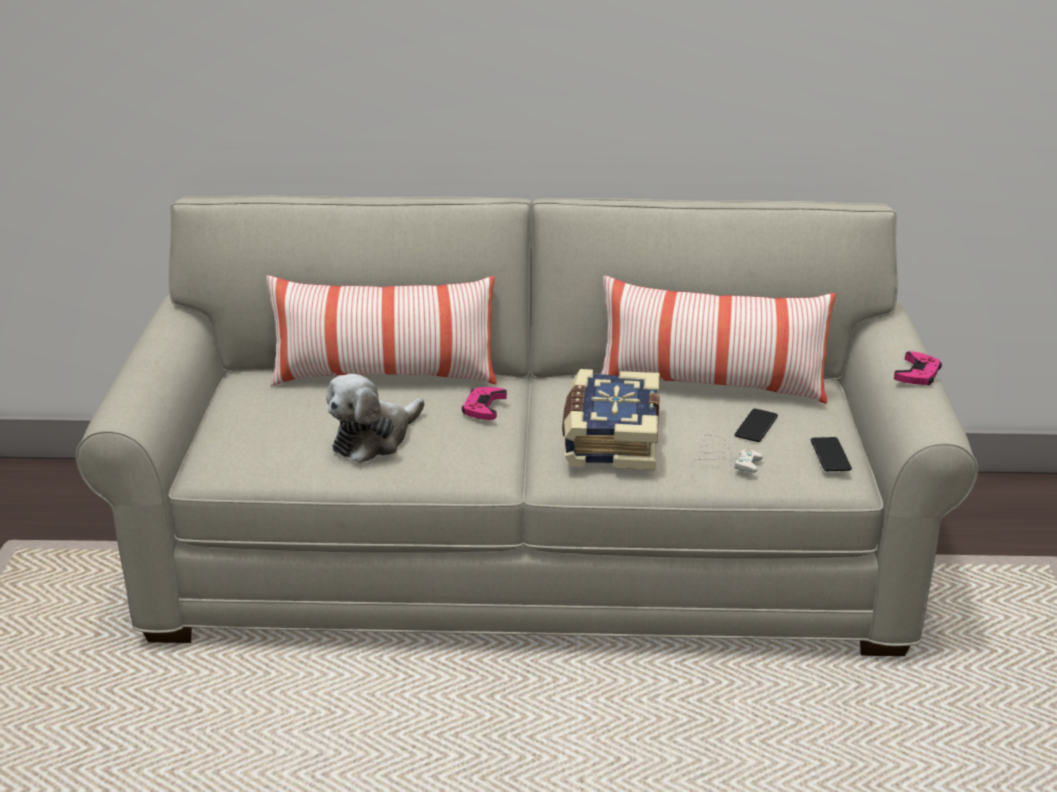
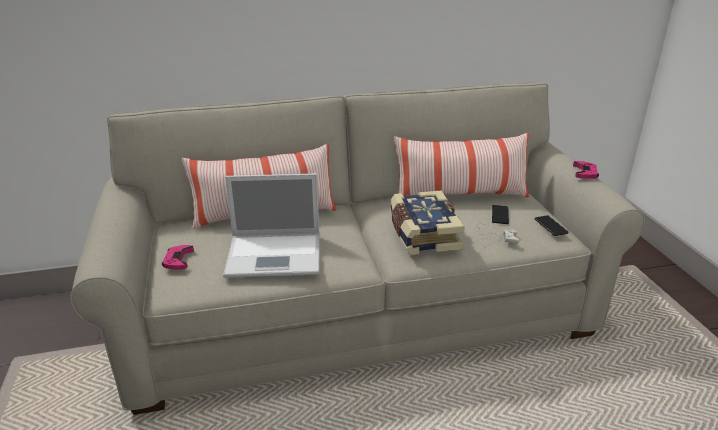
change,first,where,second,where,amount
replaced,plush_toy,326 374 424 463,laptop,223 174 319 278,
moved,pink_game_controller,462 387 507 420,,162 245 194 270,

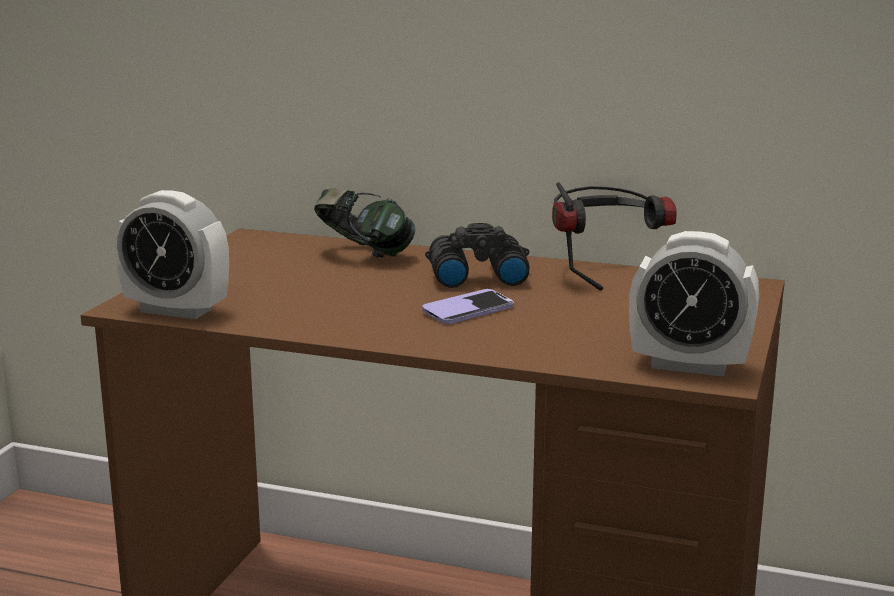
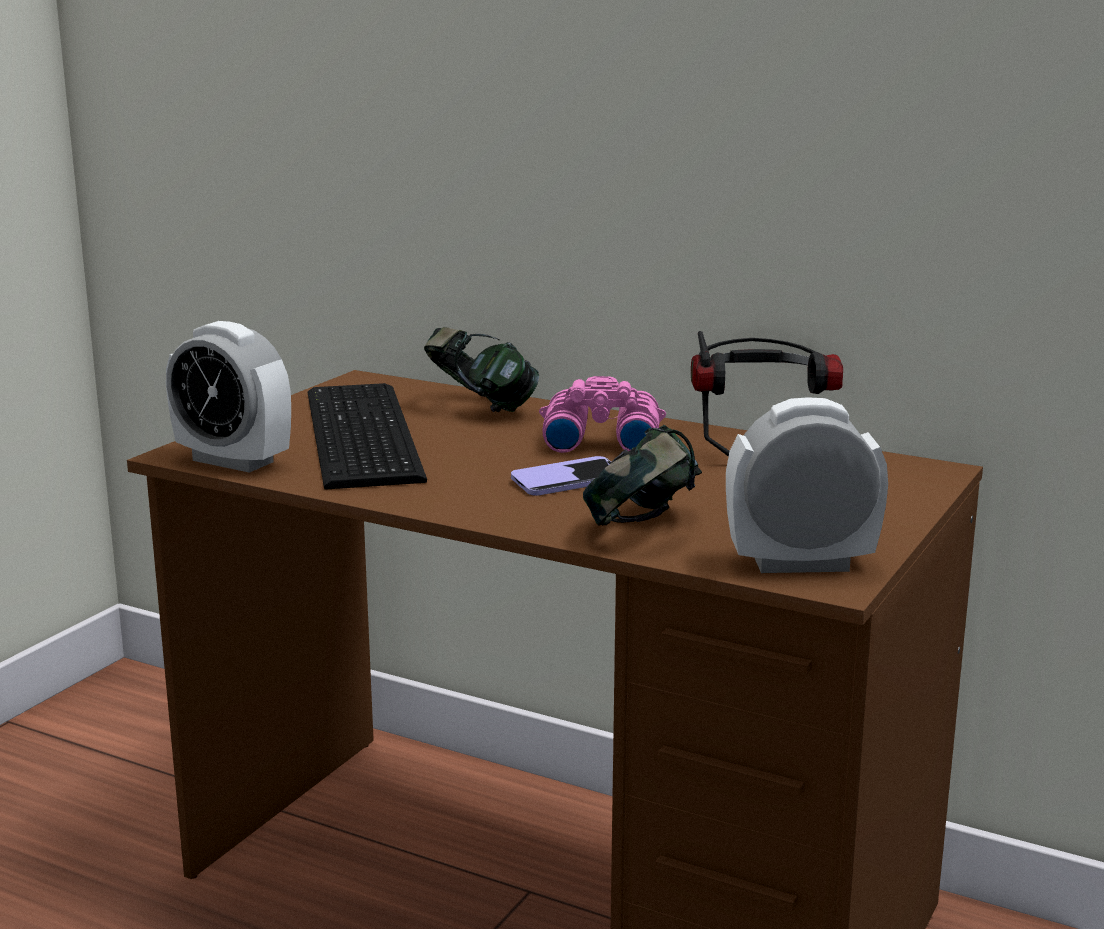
change,first,where,second,where,amount
recoloured,black_binoculars,425 223 529 288,pink_binoculars,539 376 666 453,
turned,alarm_clock,629 231 759 376,,726 397 888 573,150 degrees clockwise
added,,,keyboard,307 383 427 490,
added,,,headphones,583 425 702 526,

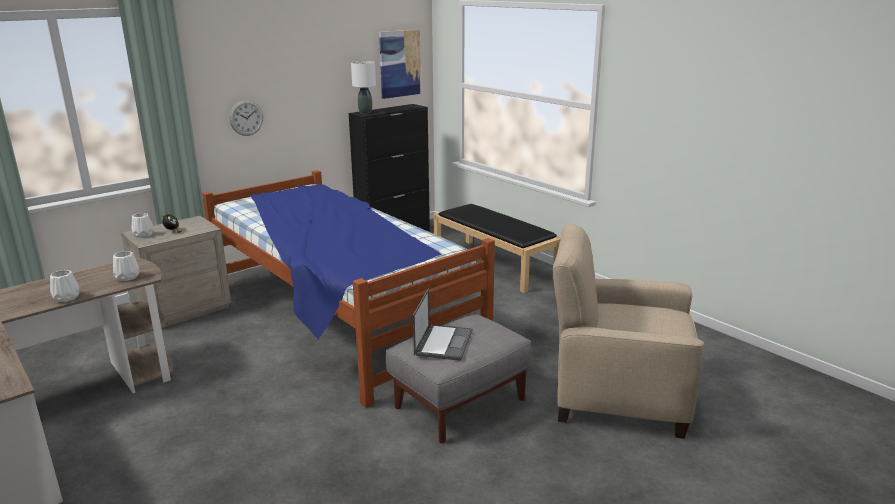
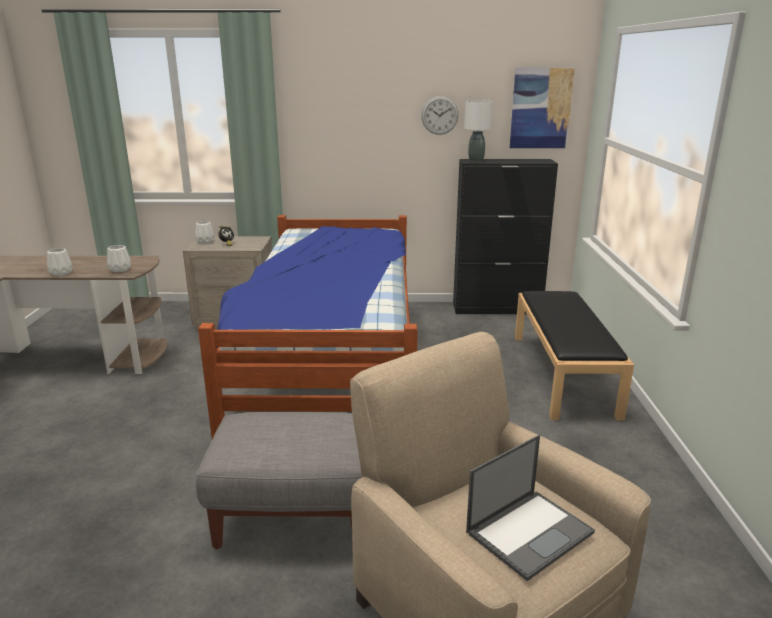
change,first,where,second,where,amount
moved,wall_clock,230 100 263 136,,421 96 459 135,
moved,laptop,413 289 472 361,,466 435 595 581,

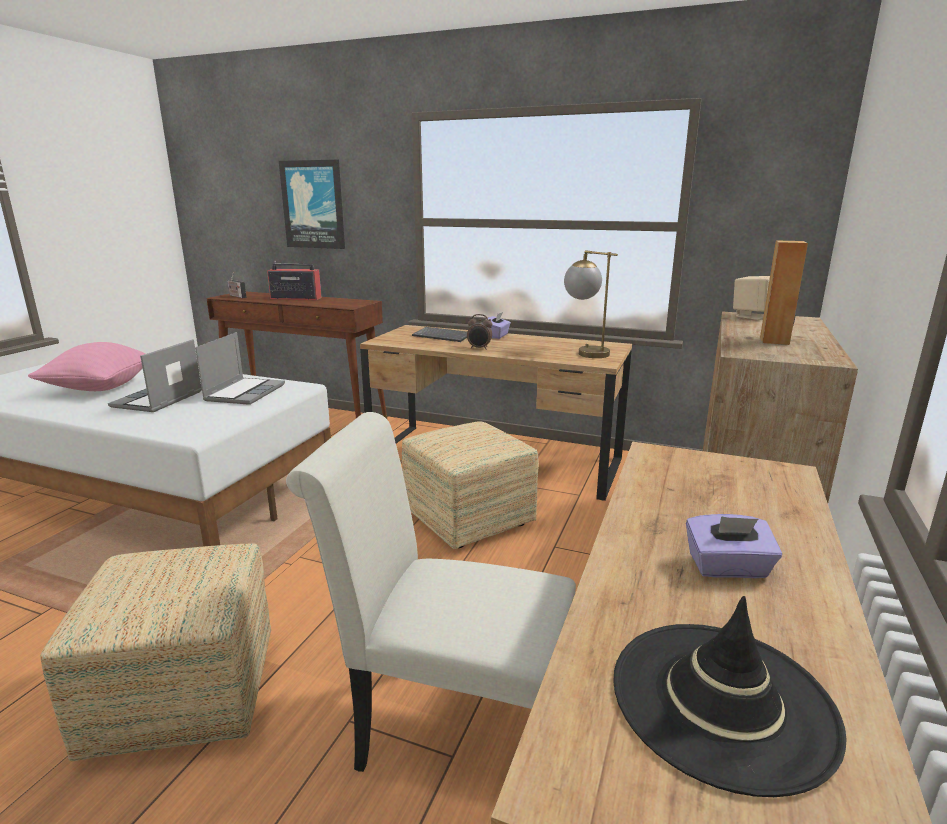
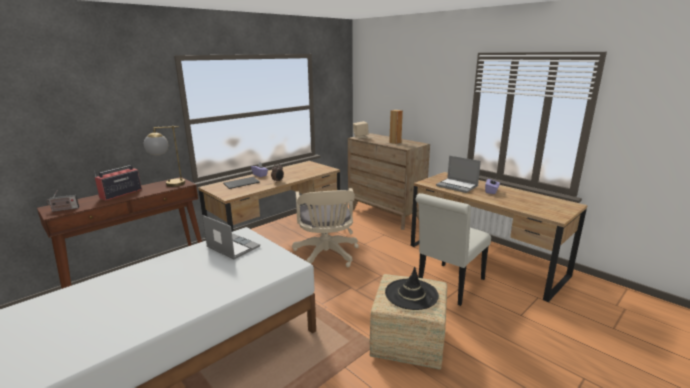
change,first,where,second,where,amount
removed,pink_pillow,28 342 146 391,,,
moved,laptop,108 339 202 412,,436 156 481 193,
removed,picture,279 160 345 249,,,
replaced,ottoman,402 421 539 549,beige_office_chair,292 188 359 267,
moved,table_lamp,564 250 618 358,,144 126 185 187,
moved,black_hat,613 596 847 797,,385 267 439 310,

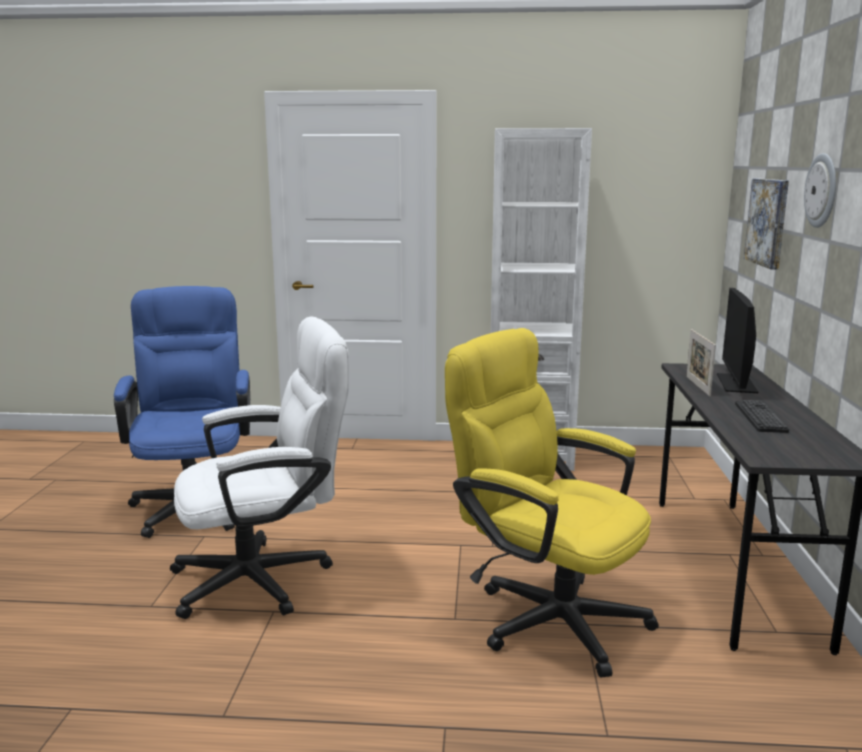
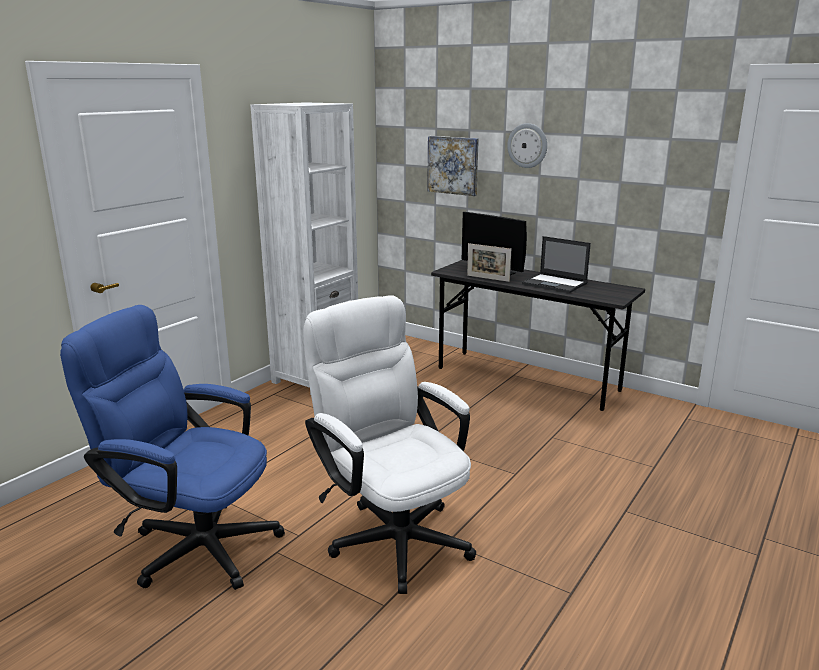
change,first,where,second,where,amount
turned,white_office_chair,170 316 349 619,,303 295 476 594,45 degrees counterclockwise
removed,yellow_office_chair,445 328 659 677,,,
replaced,keyboard,735 400 789 433,laptop,522 236 591 293,

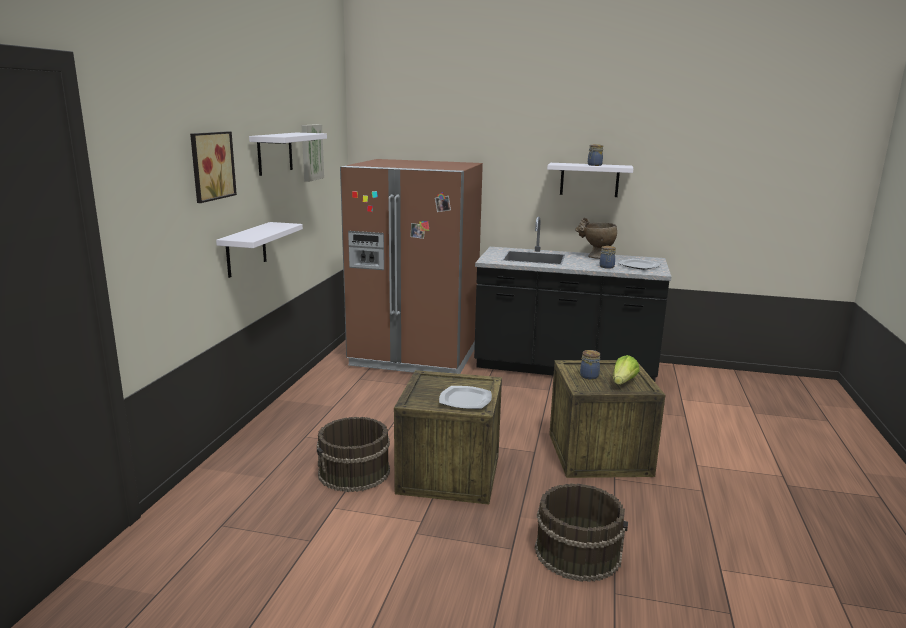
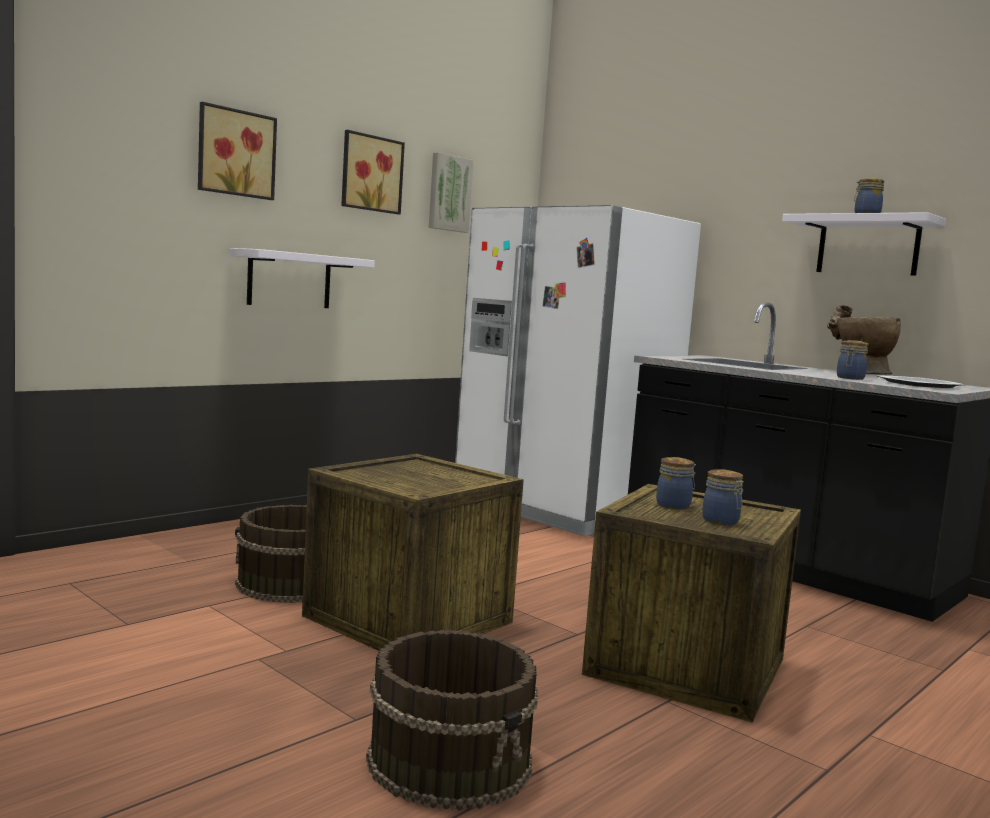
change,first,where,second,where,amount
replaced,white_shelf,249 133 327 176,picture,341 130 405 214,
recoloured,brown_fridge,340 159 483 374,white_fridge,455 205 701 536,
removed,plate,439 386 492 409,,,
replaced,lettuce,613 355 640 385,jar,702 469 744 525,

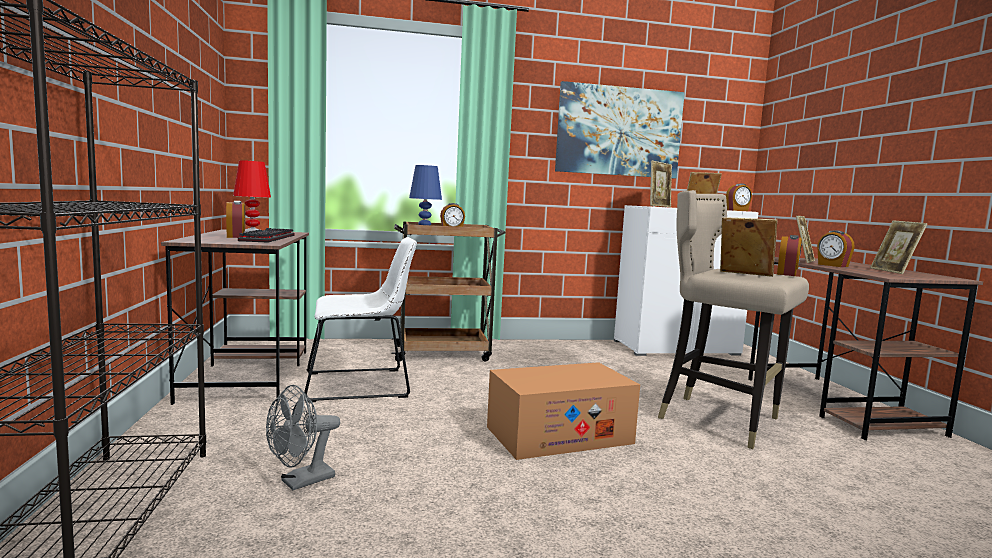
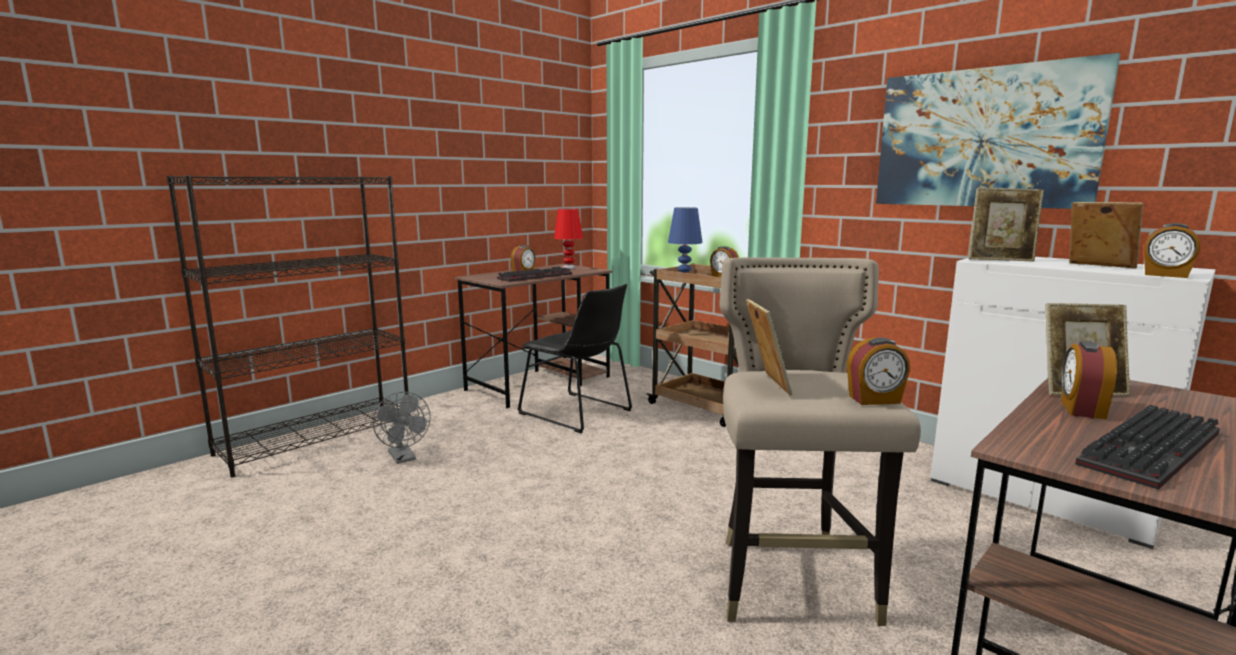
change,first,where,second,where,amount
turned,grey_fan,266 385 340 491,,373 391 430 464,135 degrees counterclockwise
recoloured,white_chair,304 237 417 403,black_chair,518 284 632 433,
removed,cardboard_box,487 362 640 460,,,
replaced,picture_frame,870 221 927 274,keyboard,1075 405 1220 490,

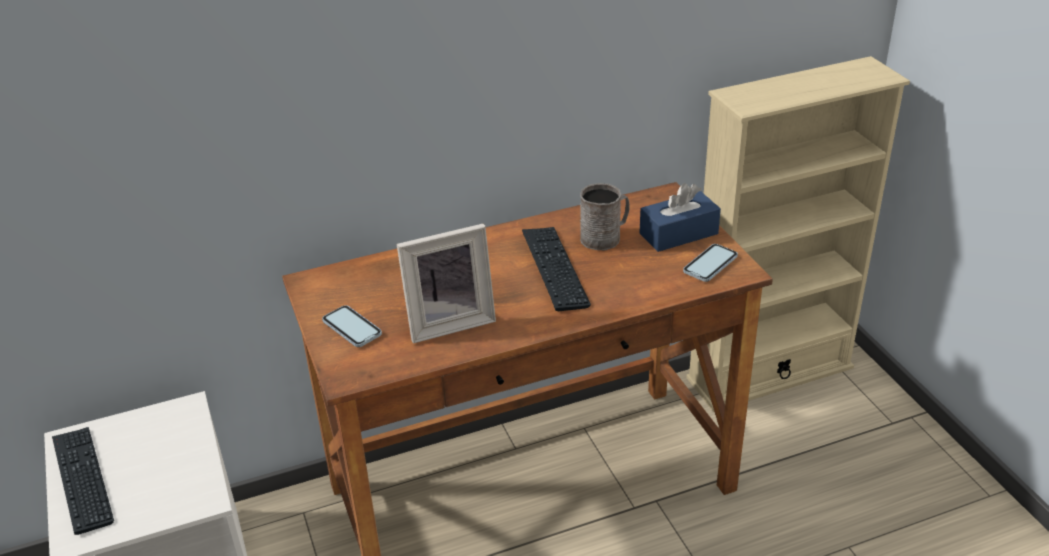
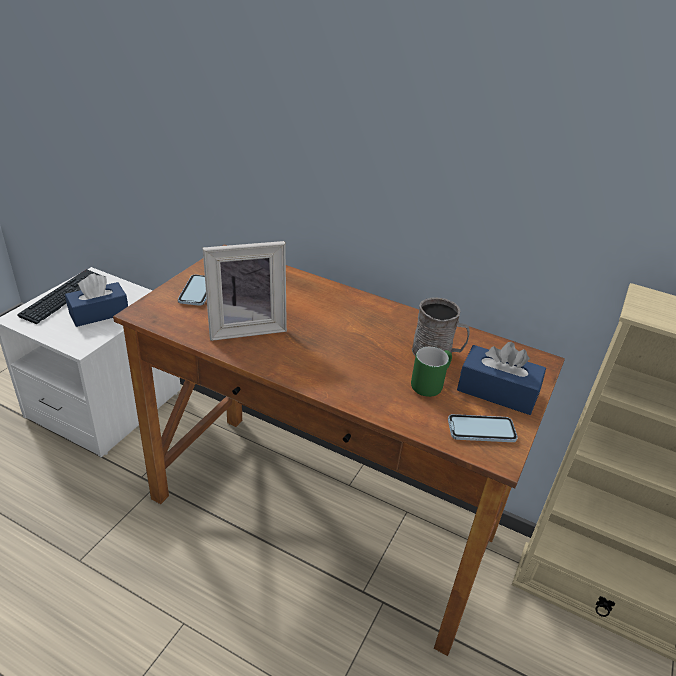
change,first,where,second,where,amount
turned,picture_frame,397 224 496 343,,203 241 287 341,45 degrees counterclockwise
removed,keyboard,522 227 591 311,,,
added,,,blue_tissue_box,65 273 128 327,
added,,,green_mug,411 347 452 397,

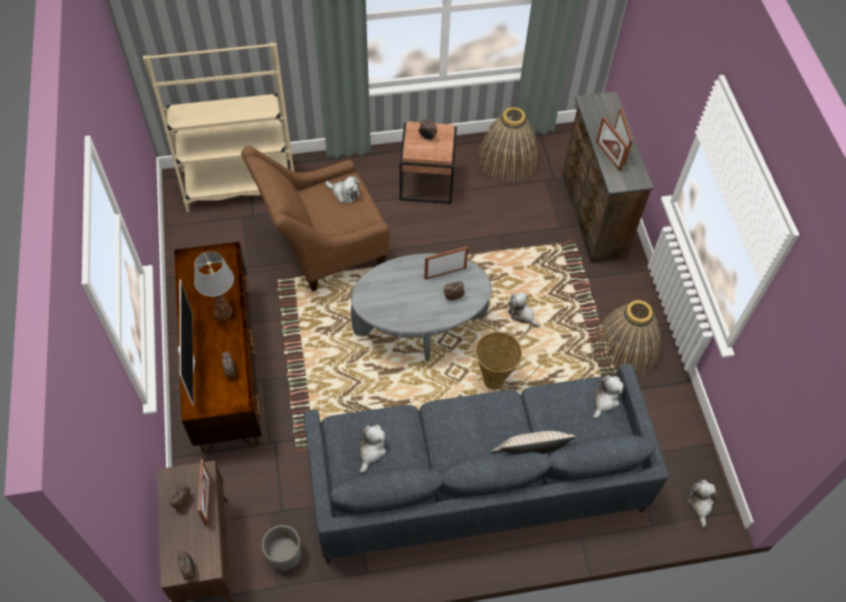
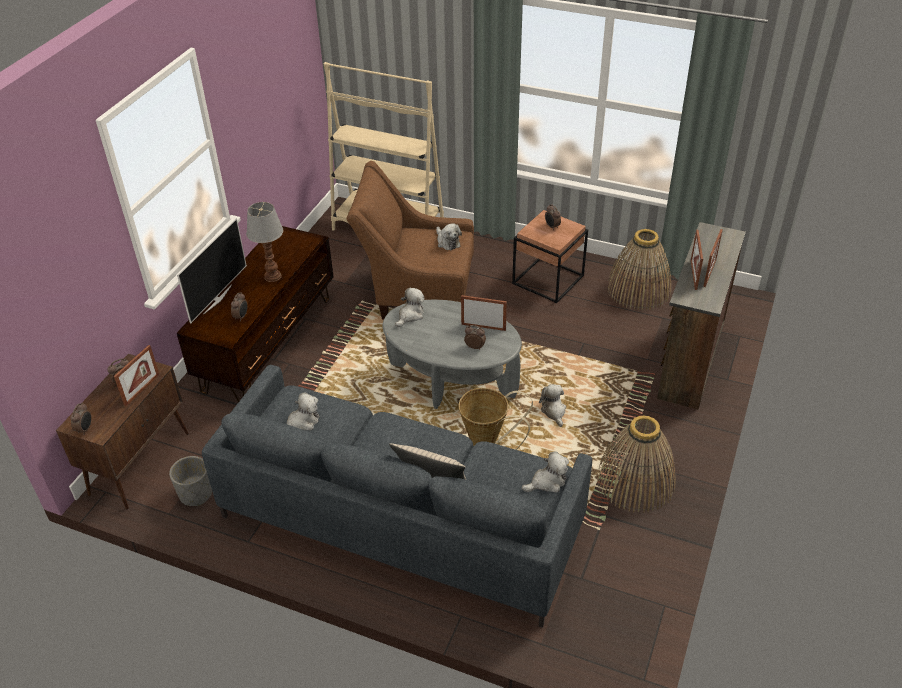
change,first,where,second,where,amount
moved,plush_toy,686 480 716 528,,395 288 424 327,

